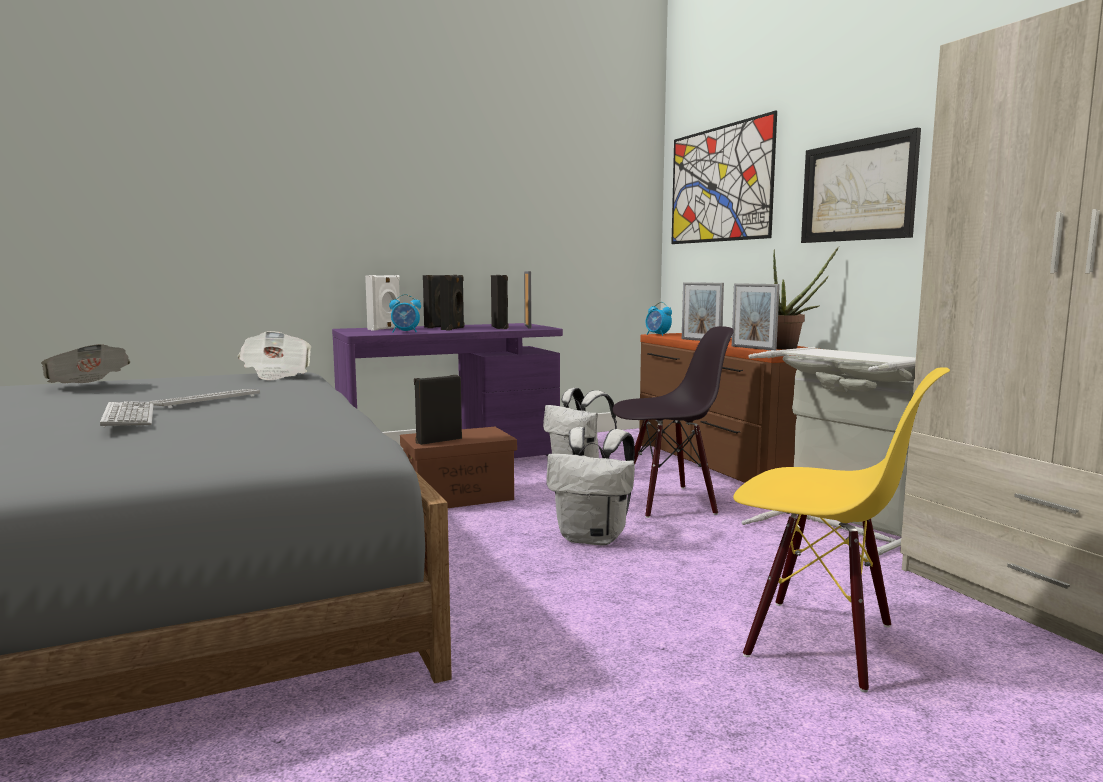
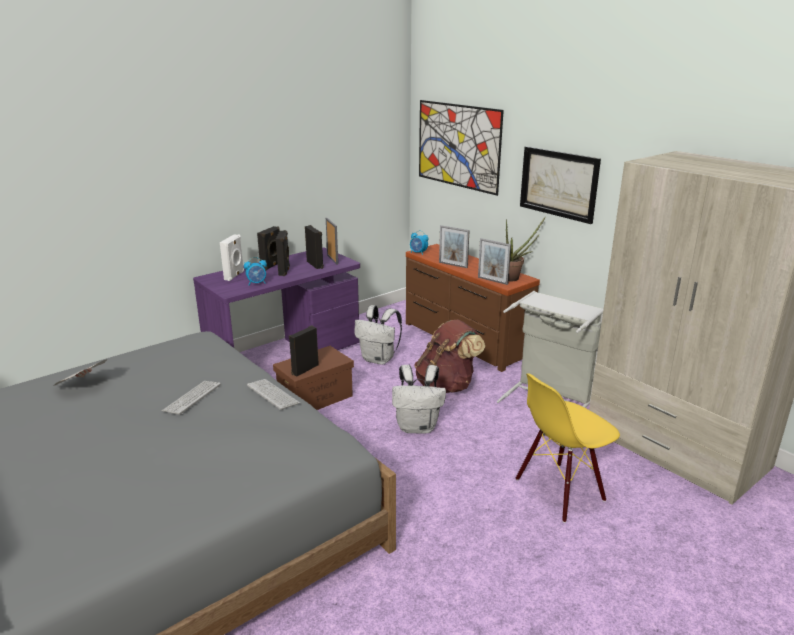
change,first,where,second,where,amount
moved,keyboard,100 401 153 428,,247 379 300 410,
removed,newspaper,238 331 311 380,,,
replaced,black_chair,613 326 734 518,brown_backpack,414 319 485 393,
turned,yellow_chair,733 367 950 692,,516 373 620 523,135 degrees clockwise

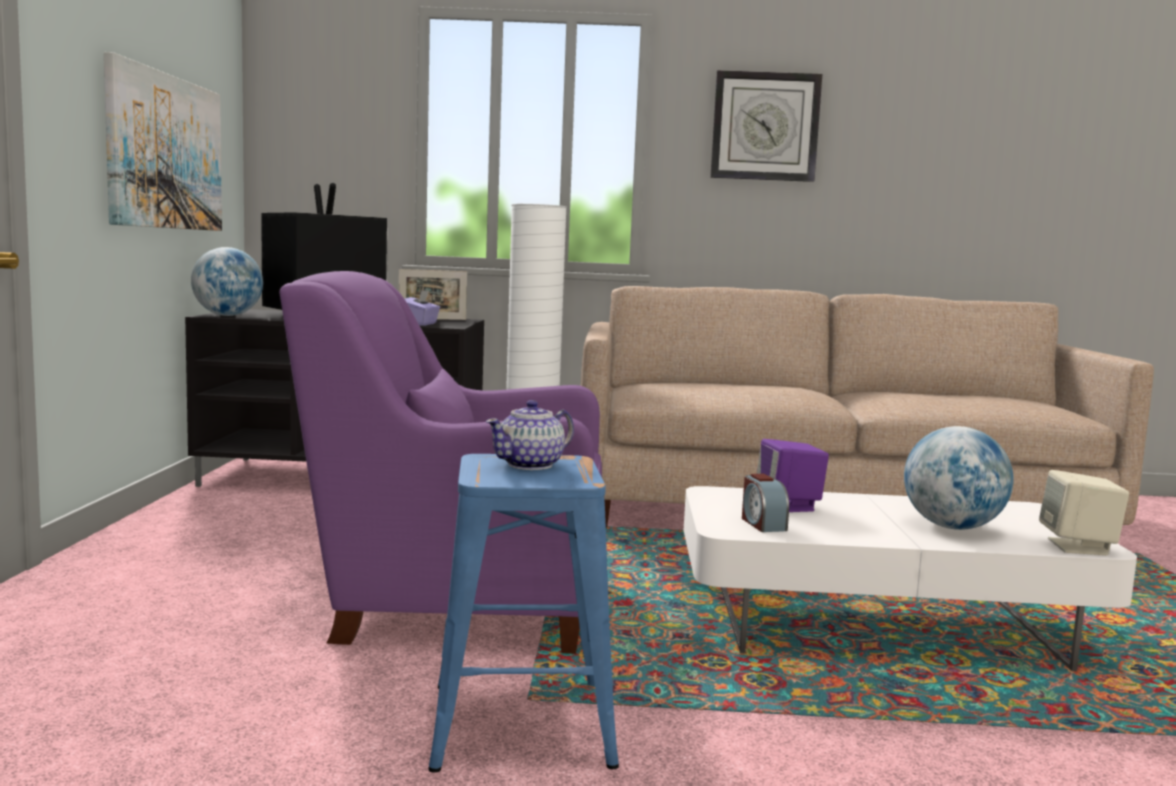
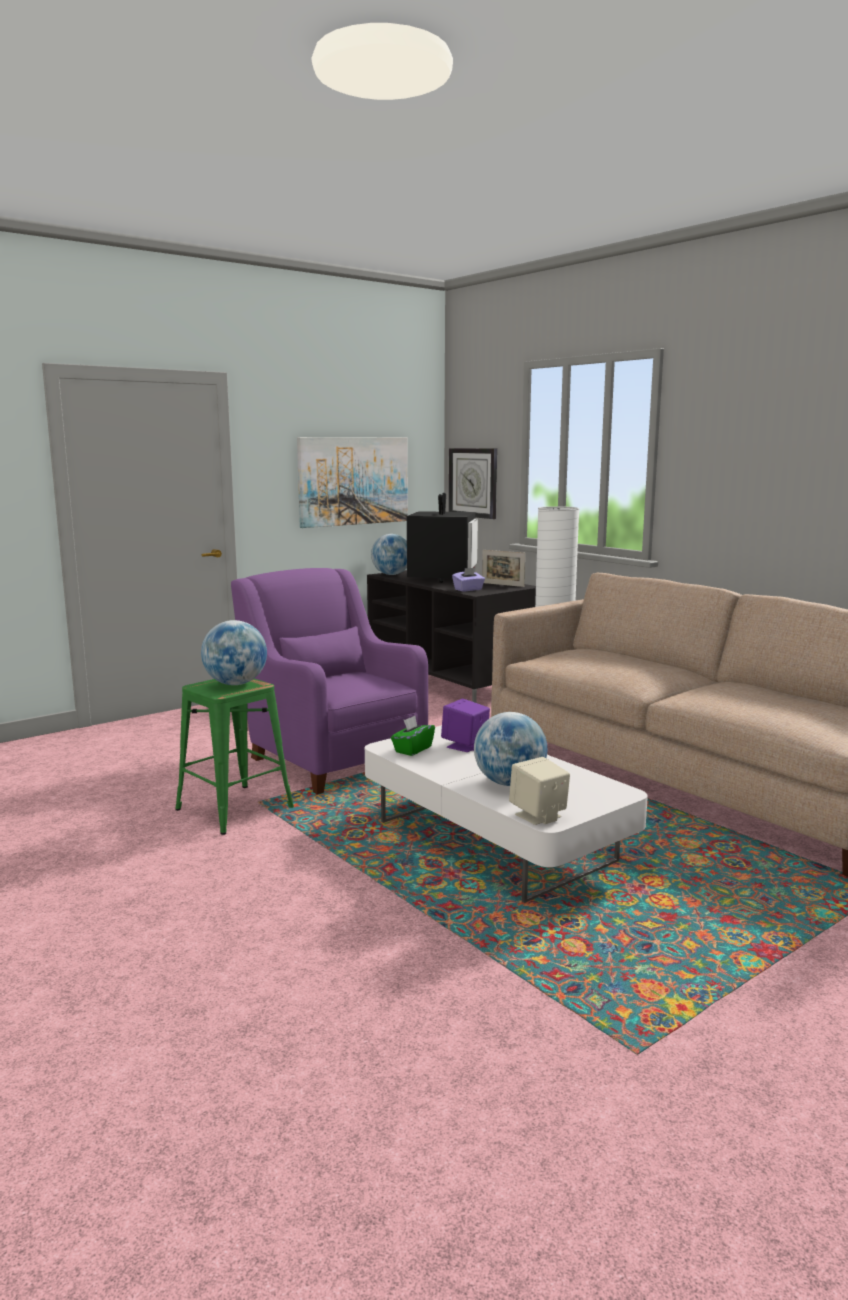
change,first,where,second,where,amount
recoloured,blue_stool,428 454 619 773,green_stool,175 679 294 835,
replaced,teapot,486 400 574 470,globe,201 620 267 685,
moved,wall_clock,710 70 822 182,,449 448 497 519,
replaced,alarm_clock,742 474 789 532,green_tissue_box,391 716 435 756,

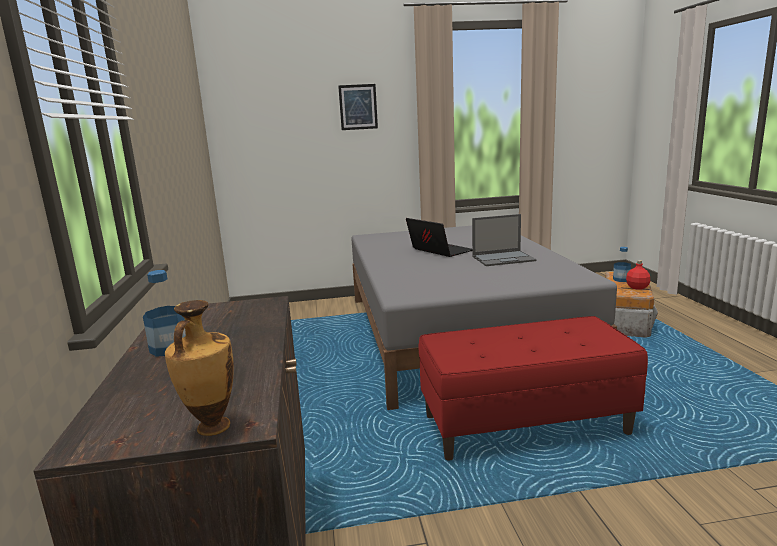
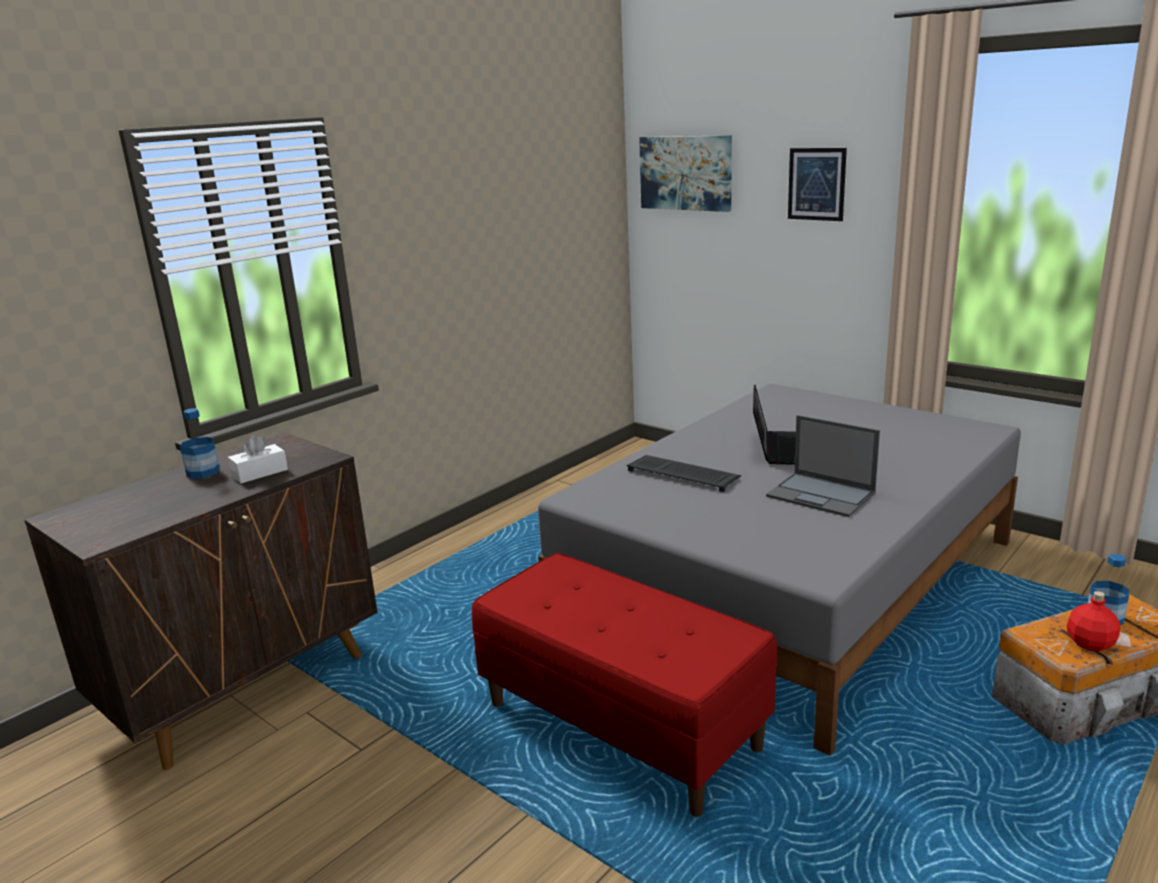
change,first,where,second,where,amount
removed,vase,165 300 234 436,,,
added,,,white_tissue_box,228 435 288 483,
added,,,keyboard,626 455 741 492,
added,,,picture,639 135 732 212,

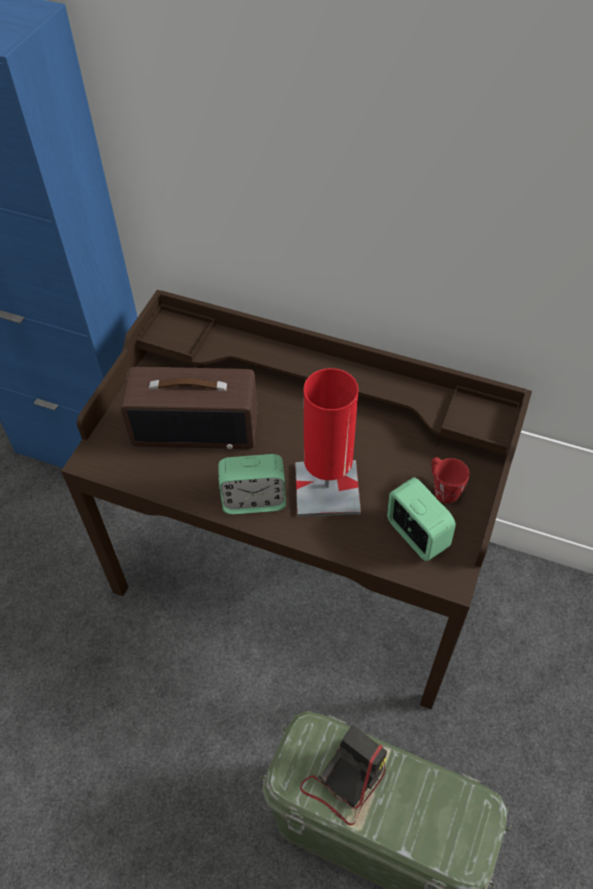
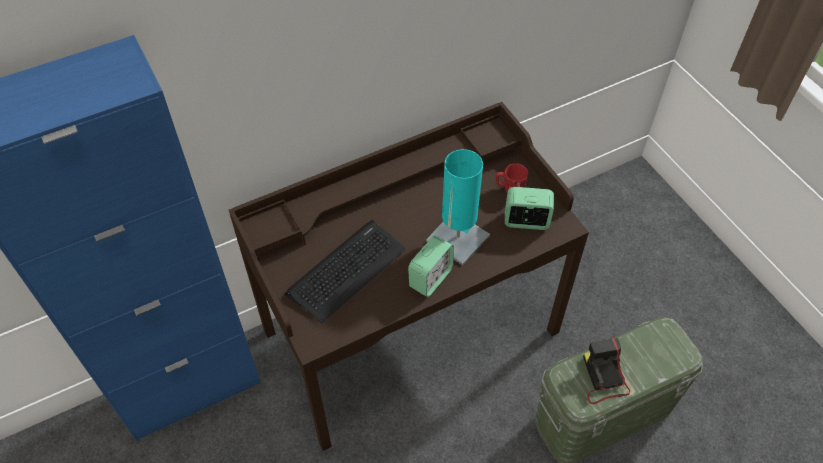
change,first,where,second,where,amount
replaced,radio,121 367 257 449,keyboard,285 220 406 323,
recoloured,red_table_lamp,295 368 361 517,turquoise_table_lamp,426 149 490 265,

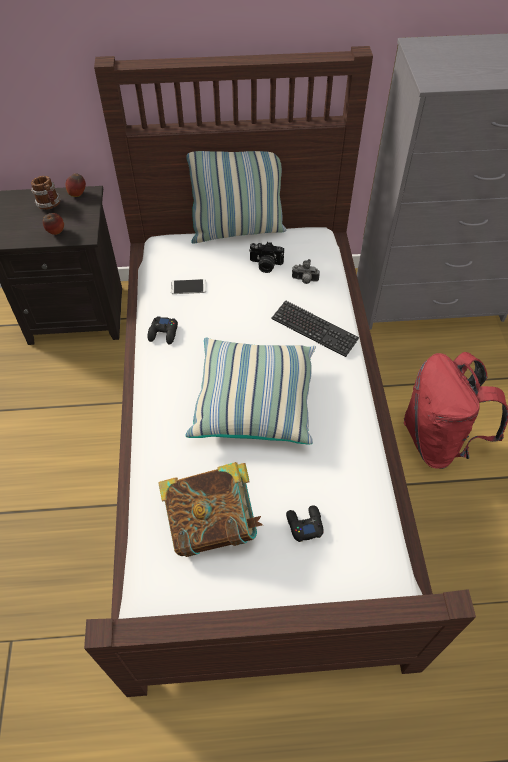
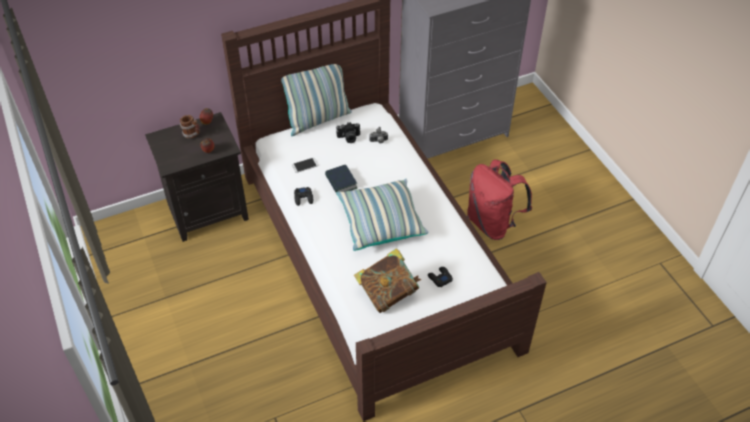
change,first,where,second,where,amount
removed,keyboard,271 300 359 357,,,
added,,,book,325 165 357 193,

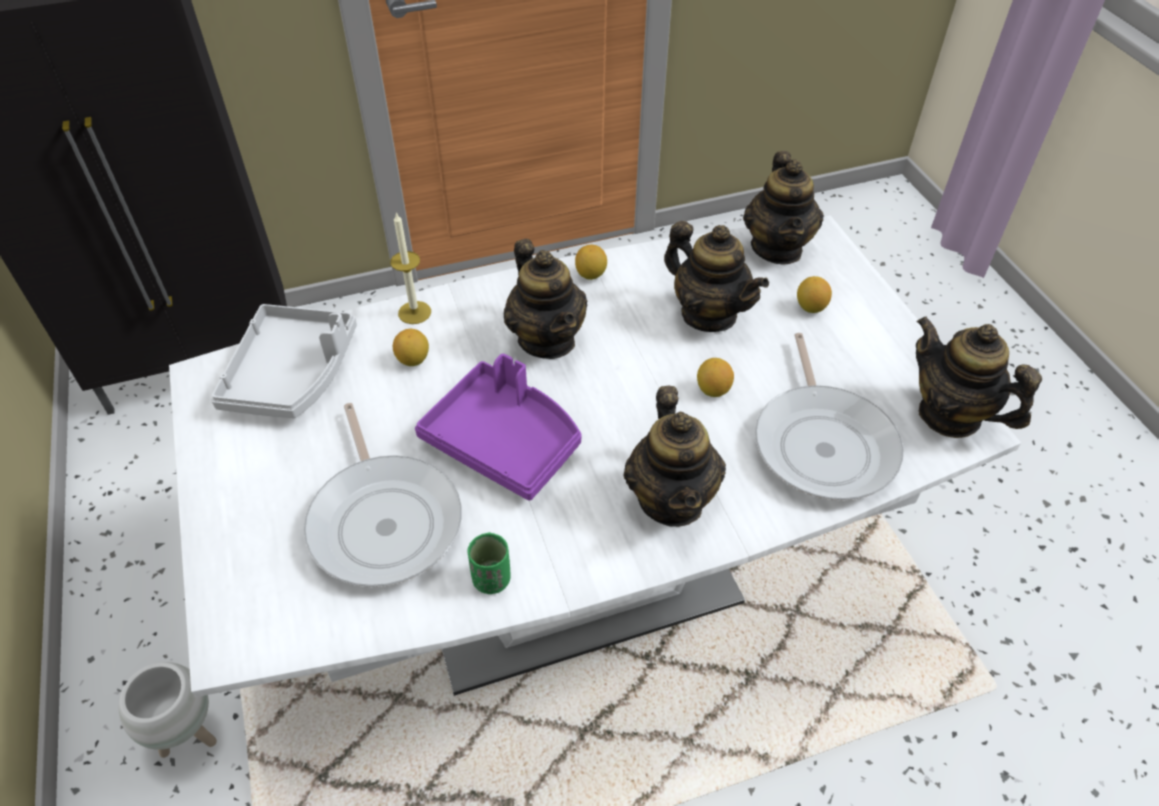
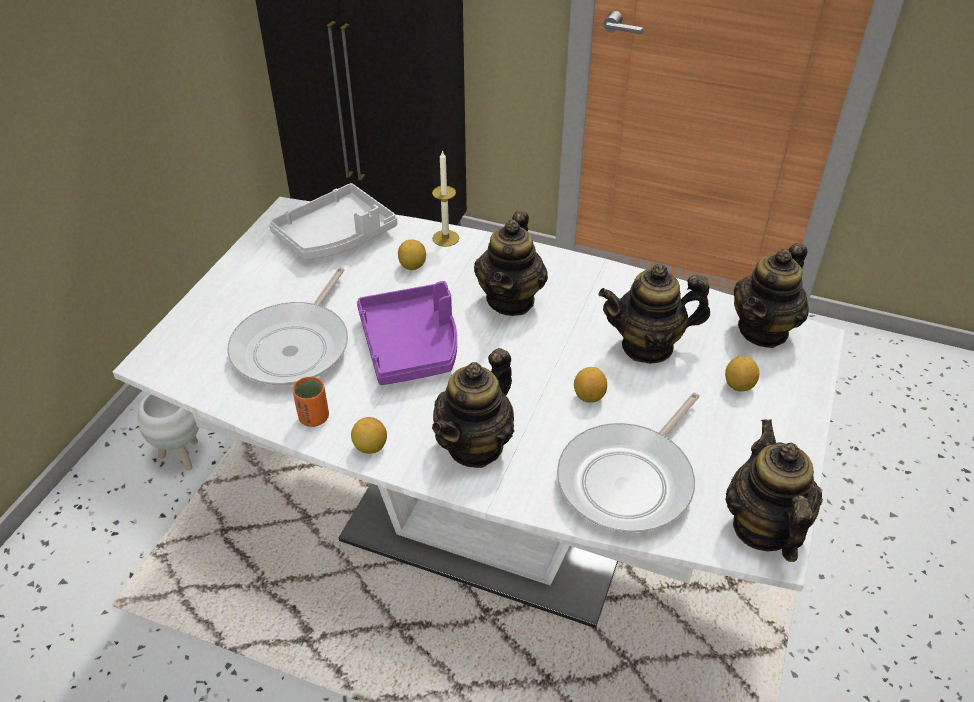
change,first,where,second,where,amount
recoloured,green_cup,468 532 511 594,orange_cup,292 377 329 427,
moved,lemon,575 245 607 280,,351 417 387 454,
turned,teapot,664 221 769 332,,598 264 710 364,90 degrees clockwise

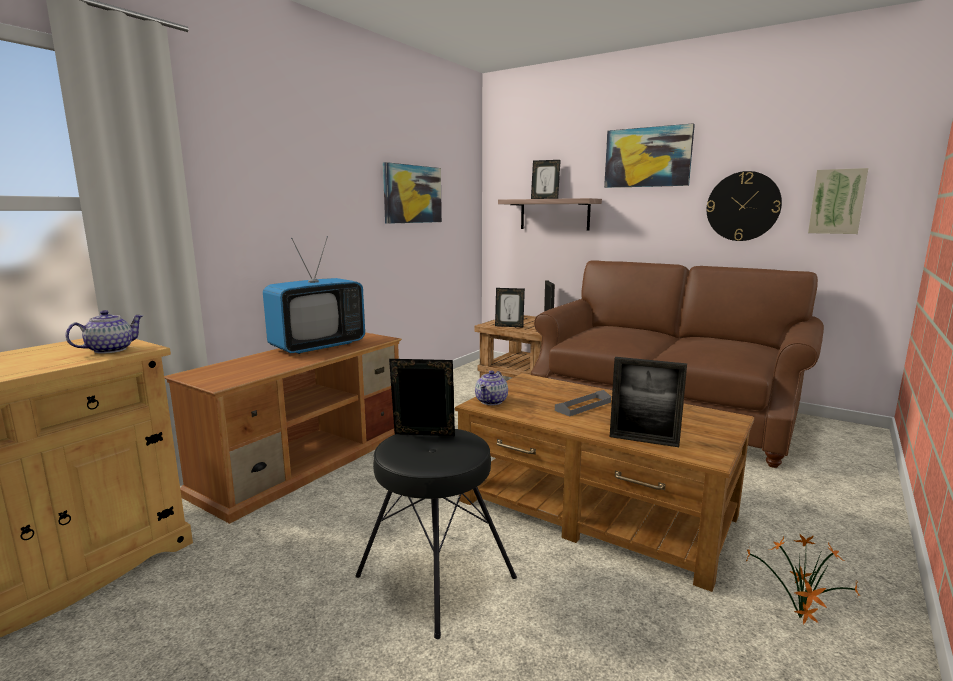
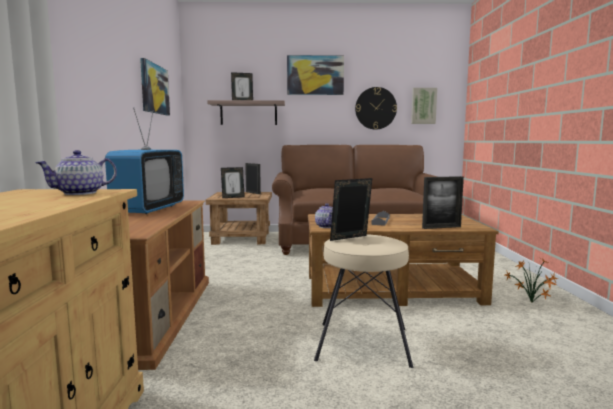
change,first,where,second,where,amount
turned,teapot,65 310 144 354,,35 150 117 195,135 degrees counterclockwise
recoloured,black_stool,355 429 517 639,beige_stool,314 234 413 368,

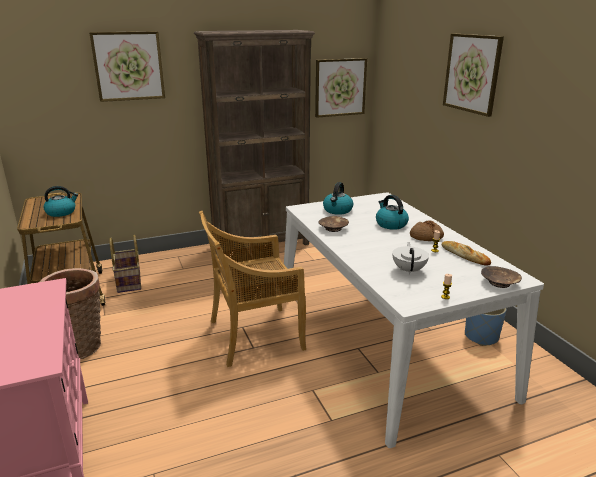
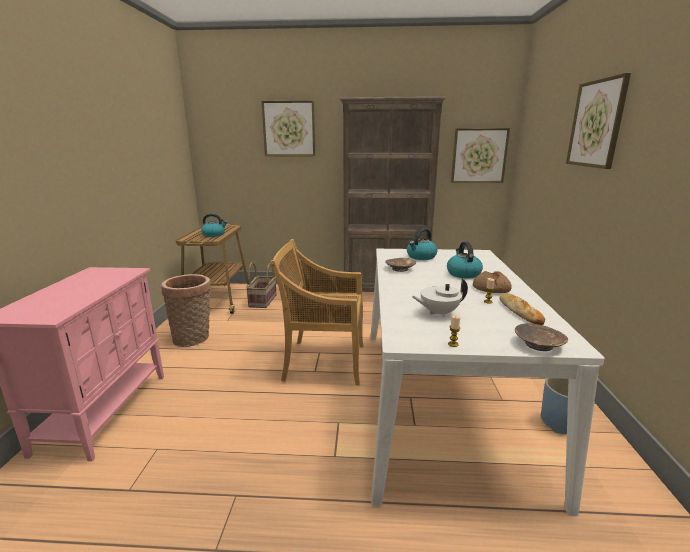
change,first,where,second,where,amount
turned,white_teapot,392 242 429 275,,411 279 468 317,135 degrees counterclockwise

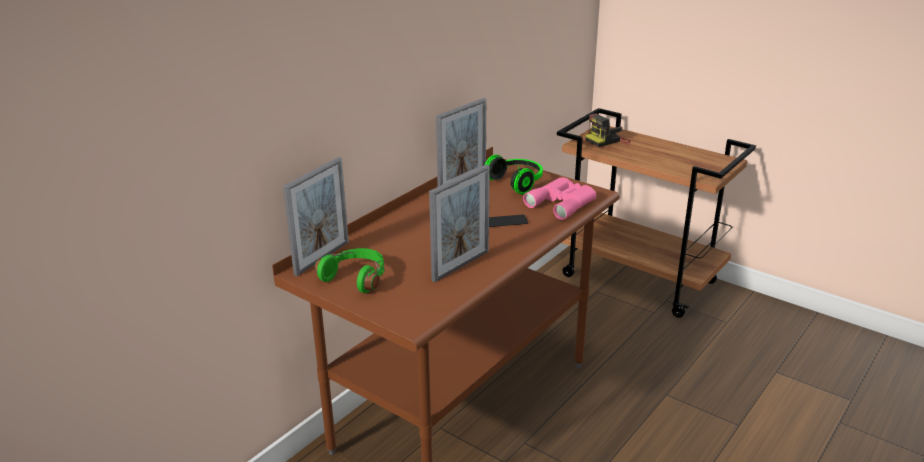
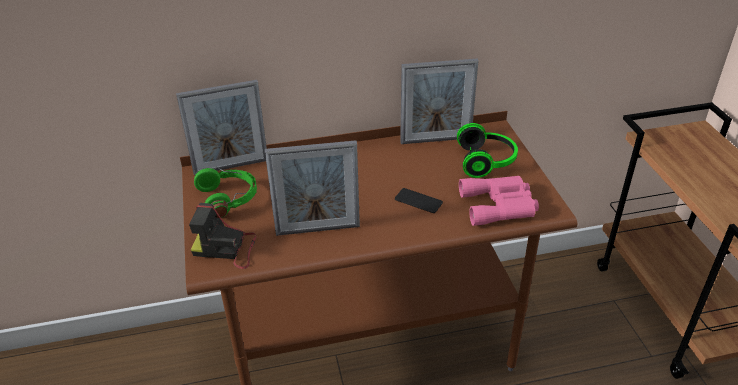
change,first,where,second,where,amount
moved,photo_camera,585 114 631 147,,189 203 257 269,

